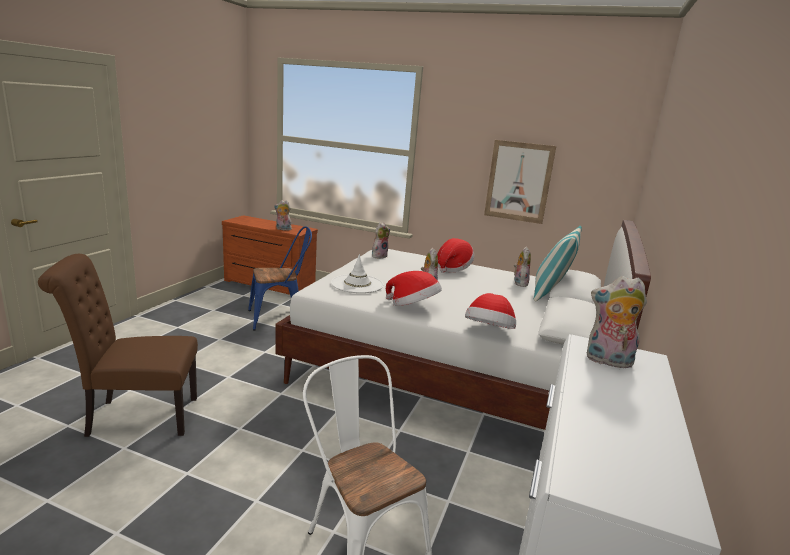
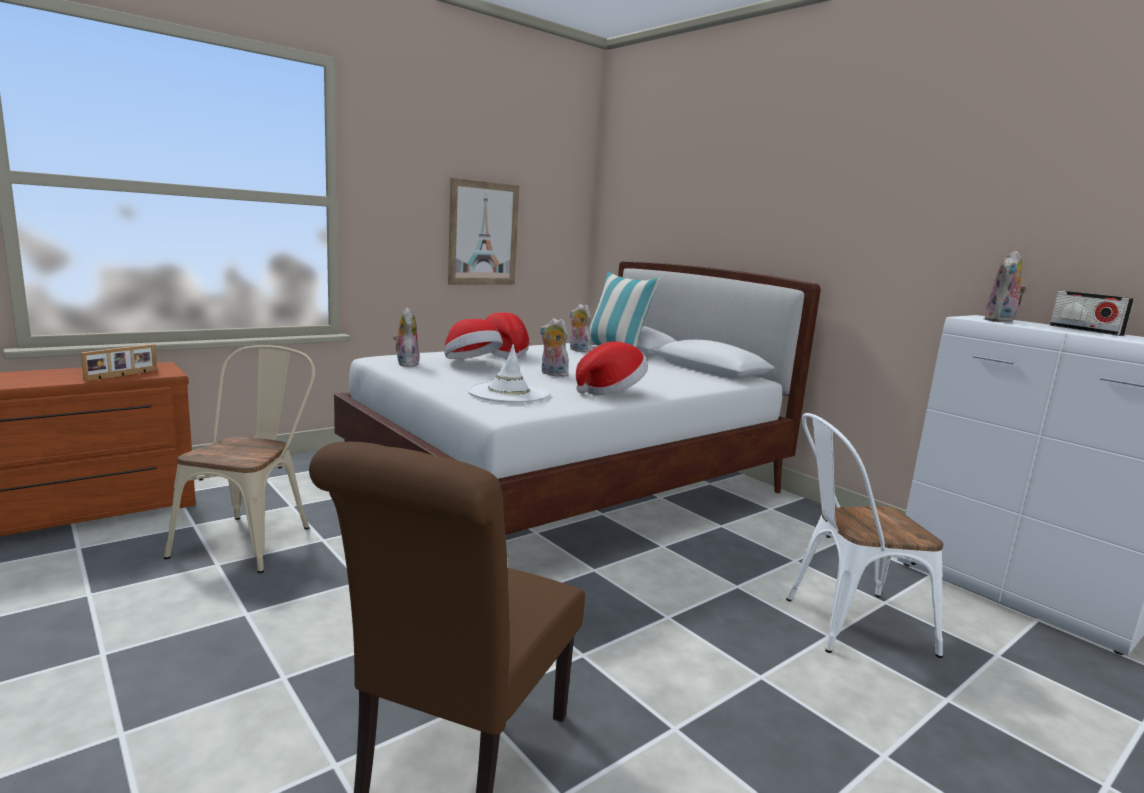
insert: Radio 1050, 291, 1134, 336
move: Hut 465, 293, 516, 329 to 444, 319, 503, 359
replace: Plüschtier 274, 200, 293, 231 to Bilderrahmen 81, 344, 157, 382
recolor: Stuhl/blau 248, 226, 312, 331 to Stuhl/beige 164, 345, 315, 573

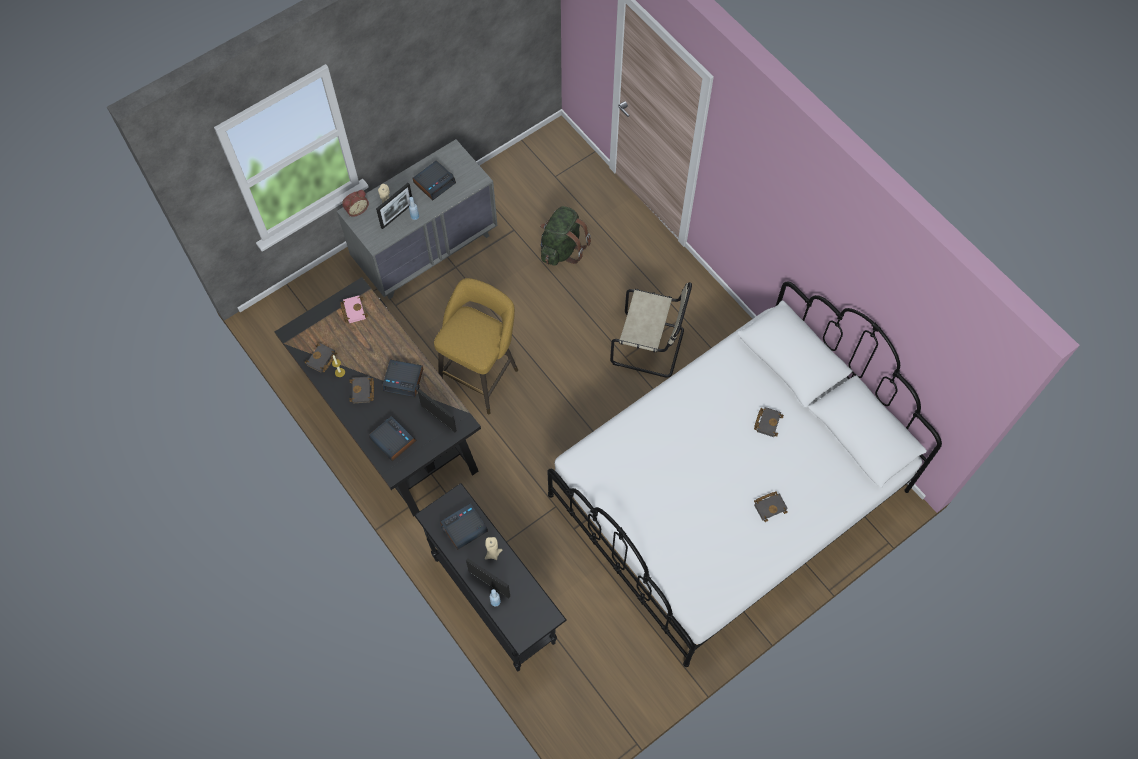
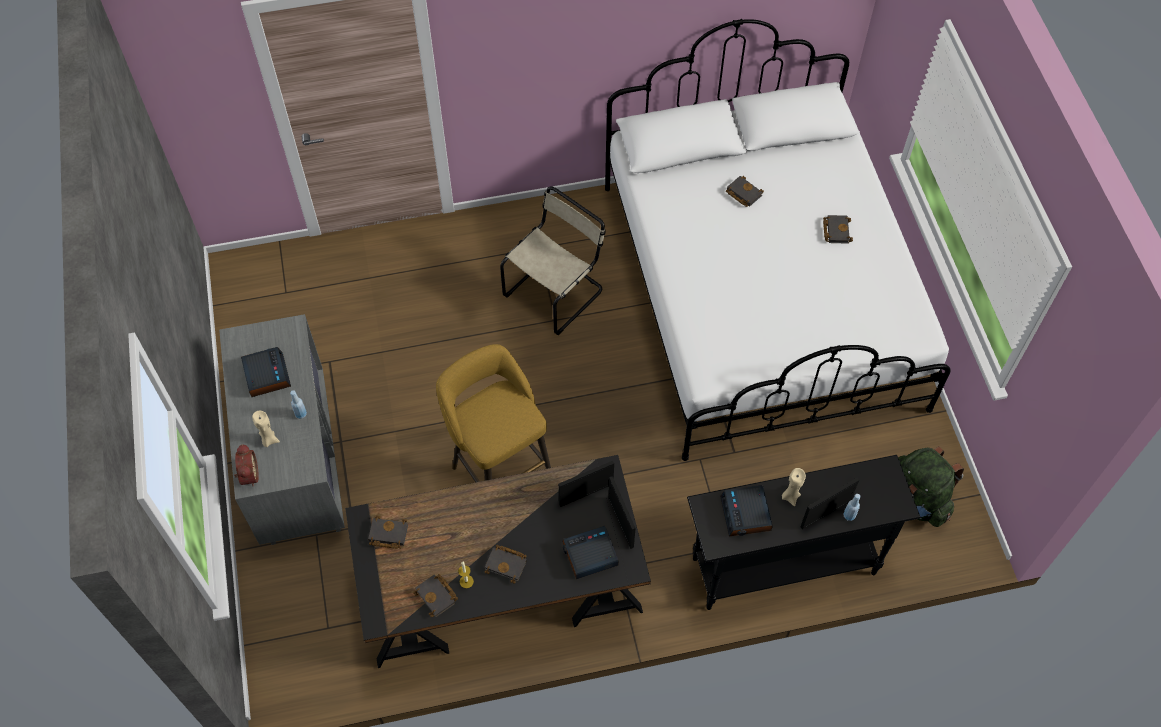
delete: Wecker 382, 360, 423, 397
move: Bilderrahmen 376, 183, 412, 229 to 608, 476, 636, 549; Rucksack/grün 540, 206, 591, 266 to 898, 446, 964, 527
recolor: Buch/rosa 340, 295, 368, 323 to Buch/schwarz 368, 516, 408, 549

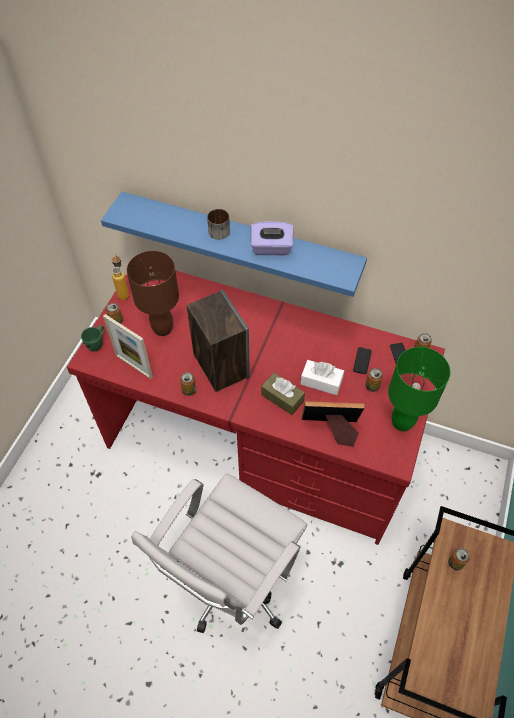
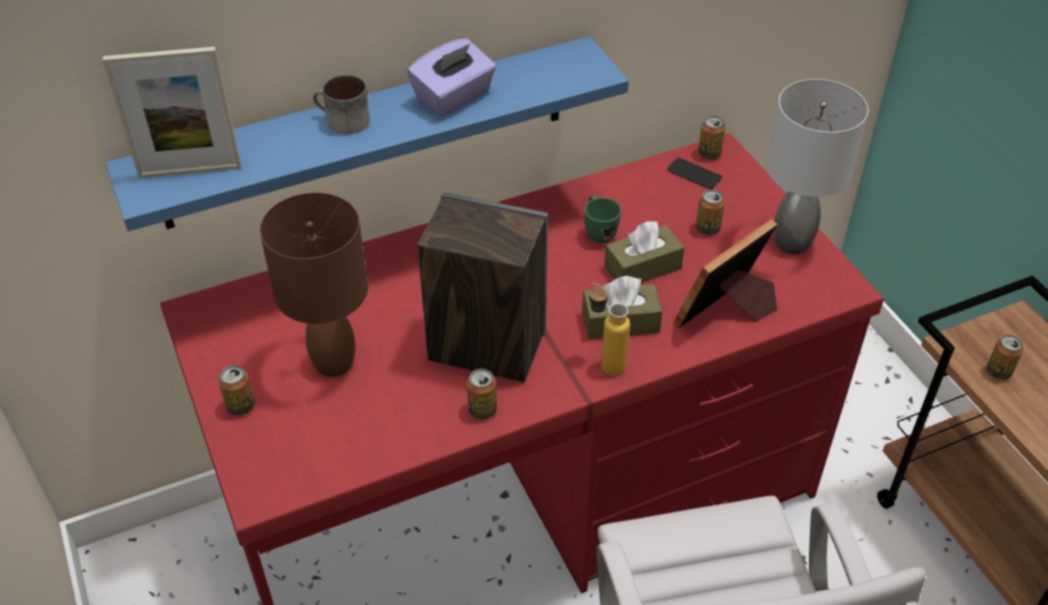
delete: Handy 353, 347, 372, 374
move: Henkelbecher/grün 81, 325, 105, 351 to 584, 195, 621, 243; Bilderrahmen 103, 314, 153, 379 to 103, 47, 241, 178; Flasche 112, 254, 129, 300 to 589, 284, 630, 376
recolor: Taschentuchbox/weiß 301, 360, 344, 395 to Taschentuchbox/braun 604, 221, 685, 283; Tischlampe/grün 388, 347, 450, 431 to Tischlampe/grau 766, 79, 868, 254

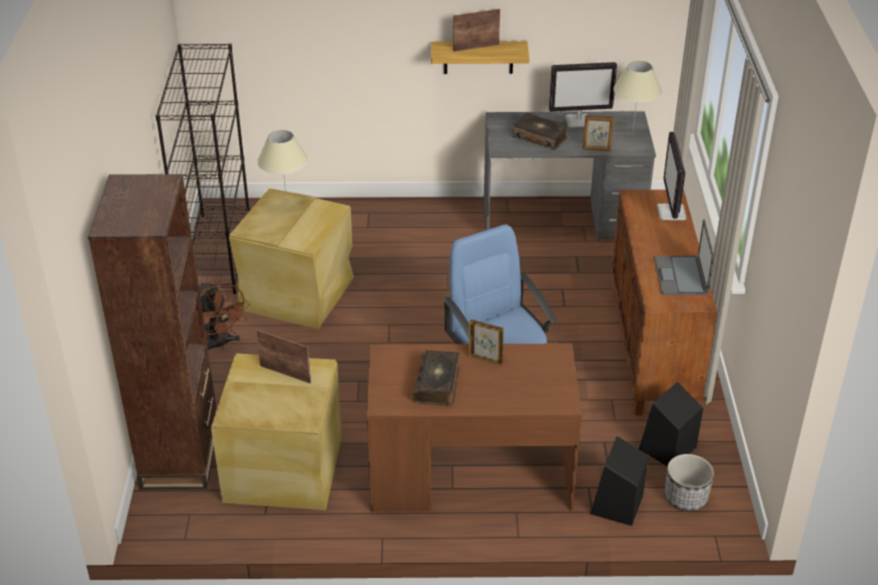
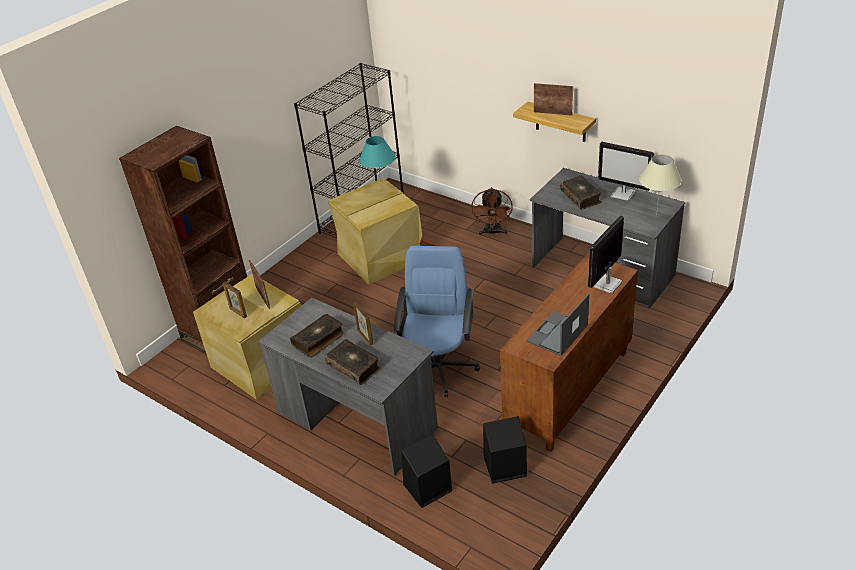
delete: Pflanzkübel 665, 454, 714, 511
insert: Buch 325, 339, 381, 385
move: Ventilator/braun 199, 282, 250, 350 to 471, 187, 513, 235; Bilderrahmen 583, 115, 614, 151 to 223, 282, 247, 318
recolor: Tischlampe/beige 257, 130, 308, 203 to Tischlampe/türkis 359, 136, 396, 191; Schreibtisch/braun 367, 343, 582, 512 to Schreibtisch/grau 258, 297, 438, 476

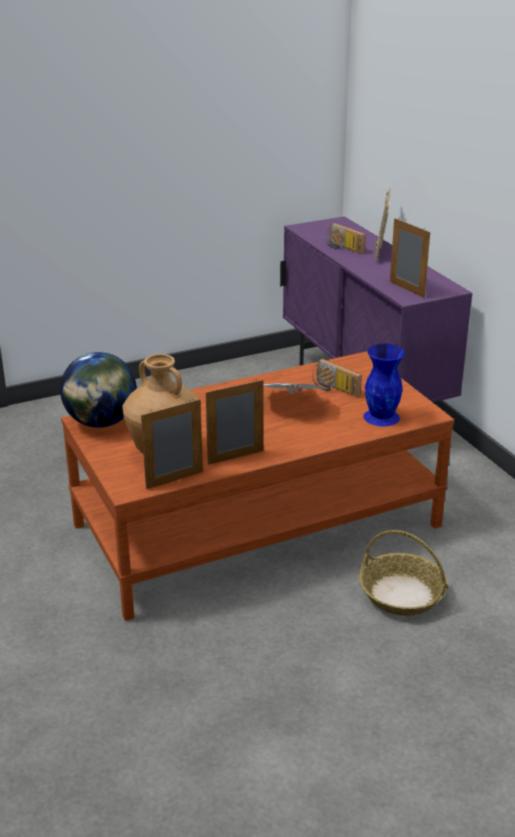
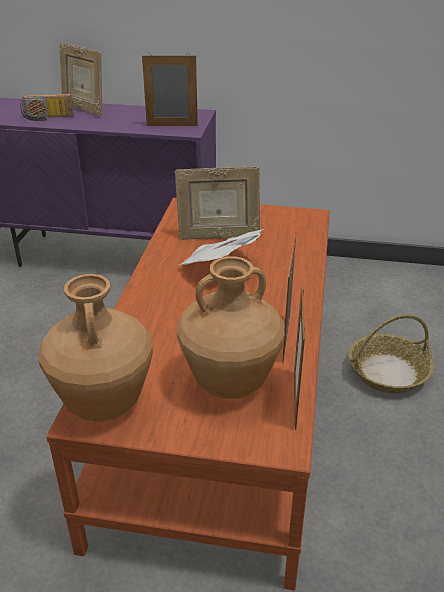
delete: Vase/blau 363, 344, 405, 426
replace: Globus 60, 352, 137, 428 to Vase/braun 39, 274, 153, 422; Radio 312, 359, 362, 397 to Bilderrahmen 175, 166, 260, 240

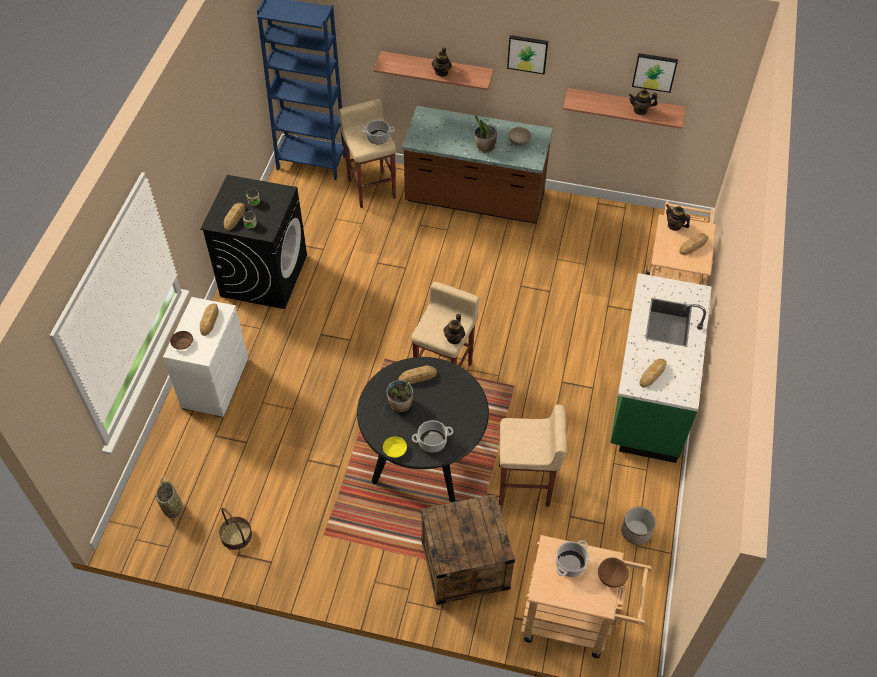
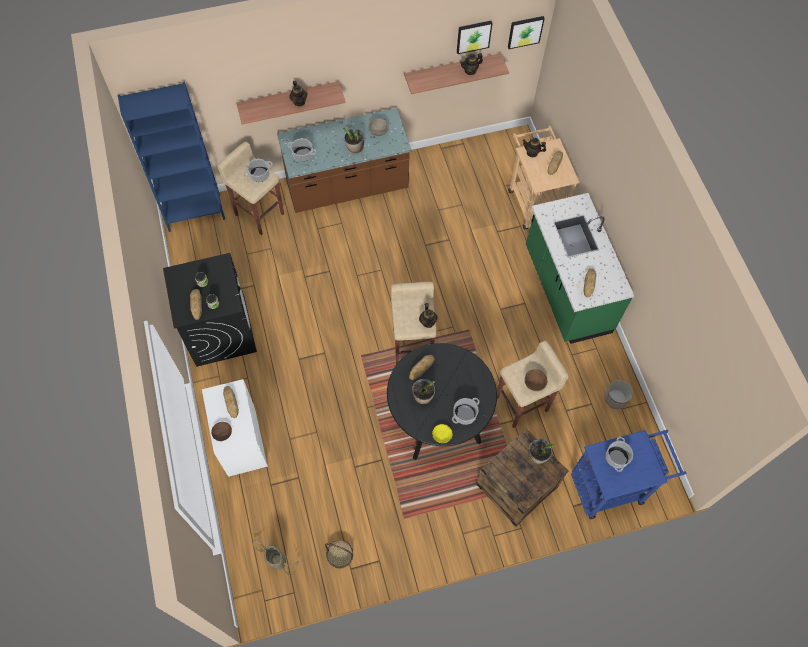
insert: Kochtopf 287, 138, 316, 162; Topfpflanze 529, 439, 555, 464
move: Bild 507, 35, 548, 74 to 508, 16, 545, 49; Schüssel/braun 598, 557, 629, 587 to 525, 369, 548, 391
recolor: Rollwagen/beige 521, 535, 652, 658 to Rollwagen/blau 571, 430, 686, 519

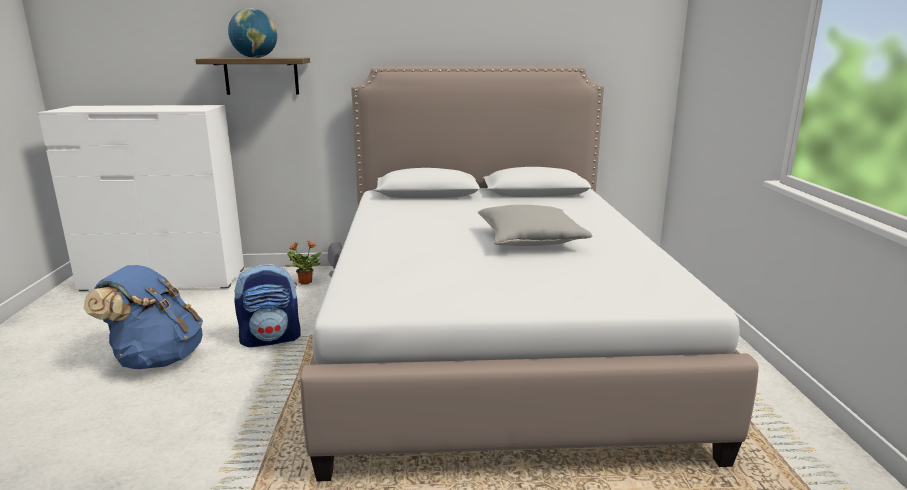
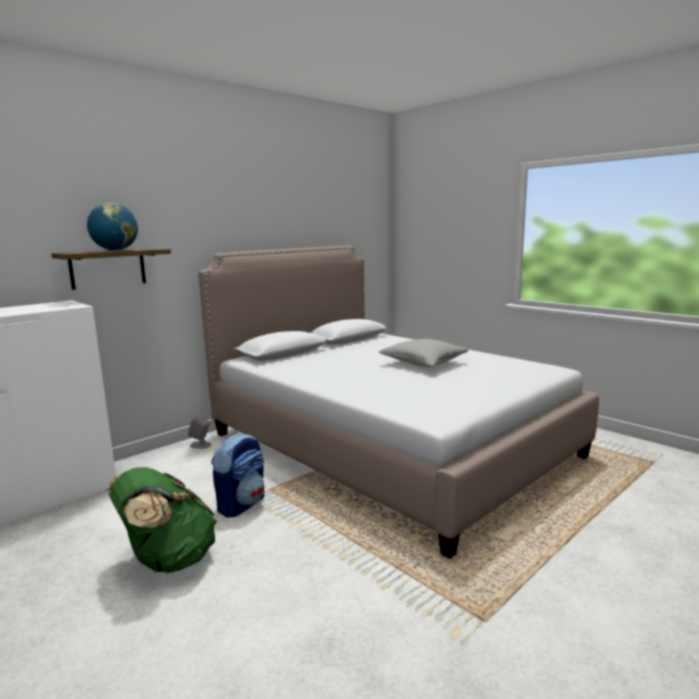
delete: Topfpflanze 285, 240, 321, 285
recolor: Rucksack/blau 83, 265, 203, 369 to Rucksack/grün 109, 467, 217, 573

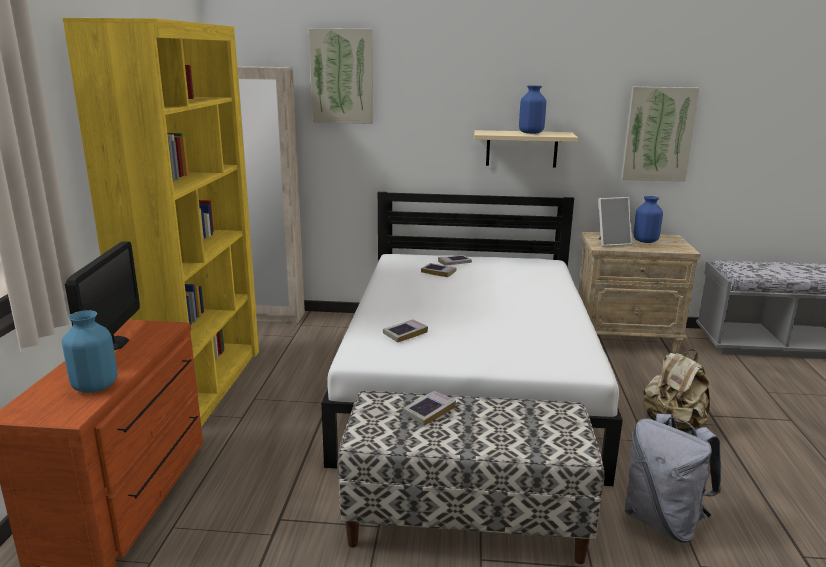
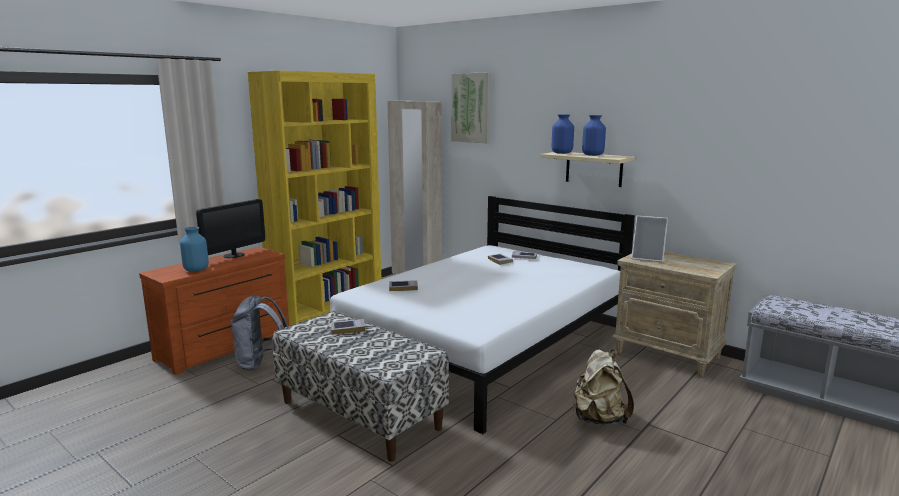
delete: Bild 621, 87, 700, 182
move: Rucksack/grau 624, 413, 721, 543 to 230, 296, 288, 371; Vase/blau 633, 196, 663, 243 to 552, 114, 574, 154

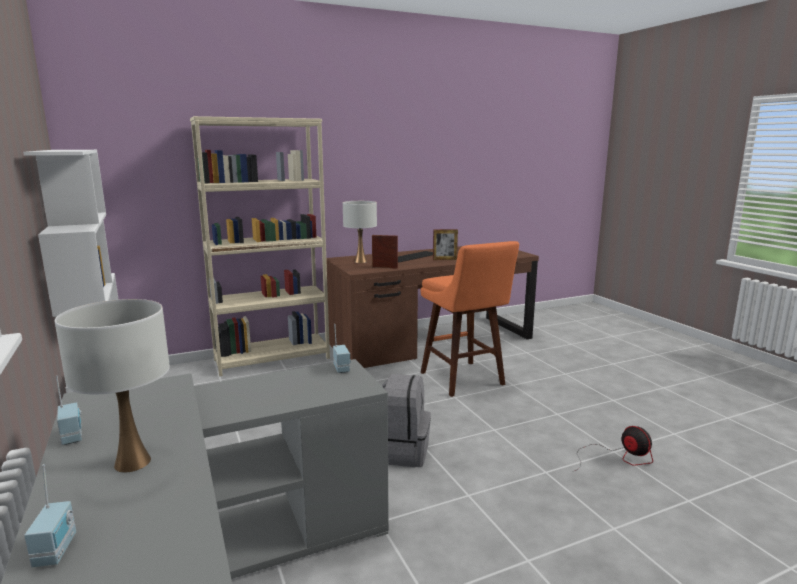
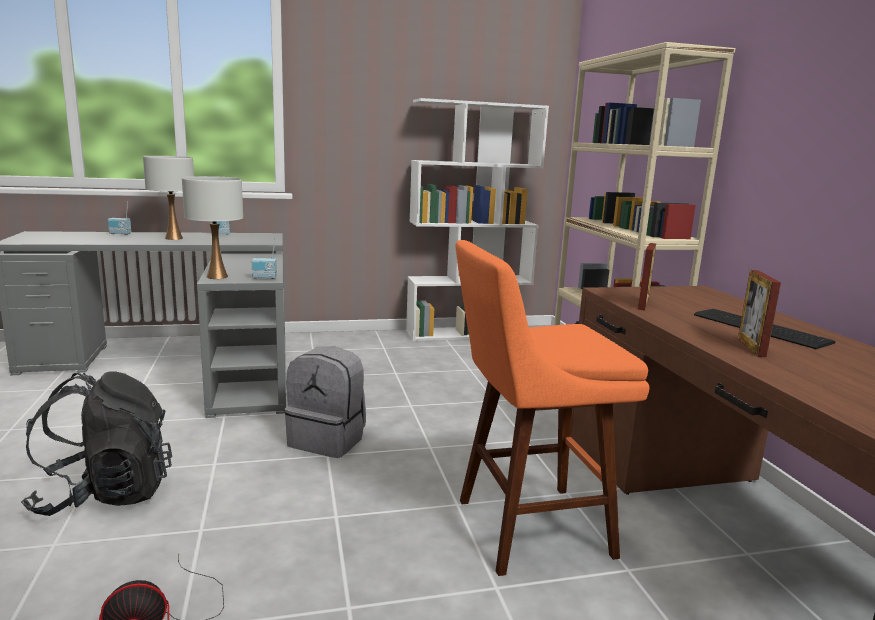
insert: Rucksack/schwarz 21, 371, 172, 516
move: Tischlampe/weiß 343, 201, 377, 263 to 182, 176, 243, 279

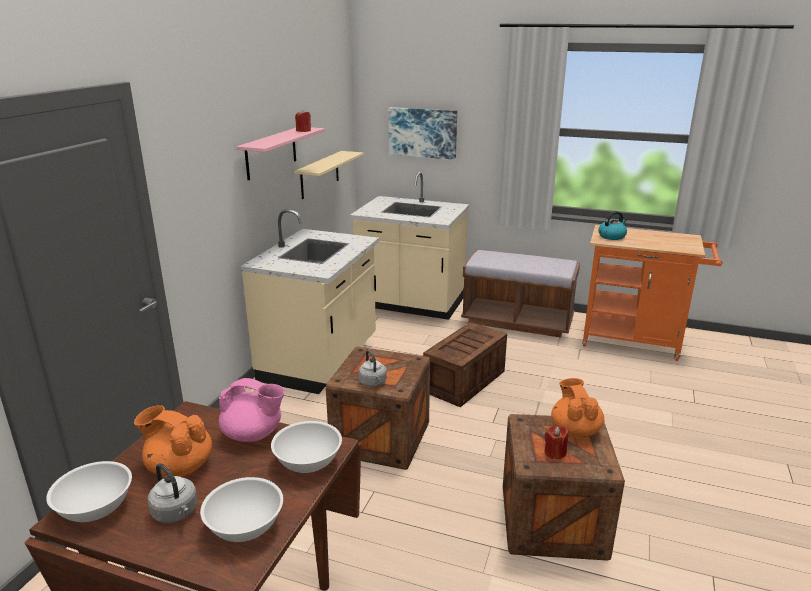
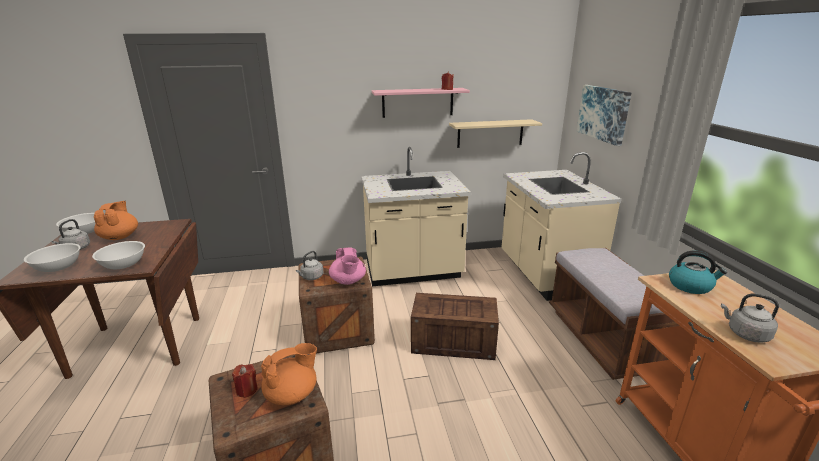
insert: Wasserkessel/grau 721, 293, 779, 343
move: Teekanne/rosa 219, 378, 285, 442 to 329, 247, 366, 285

